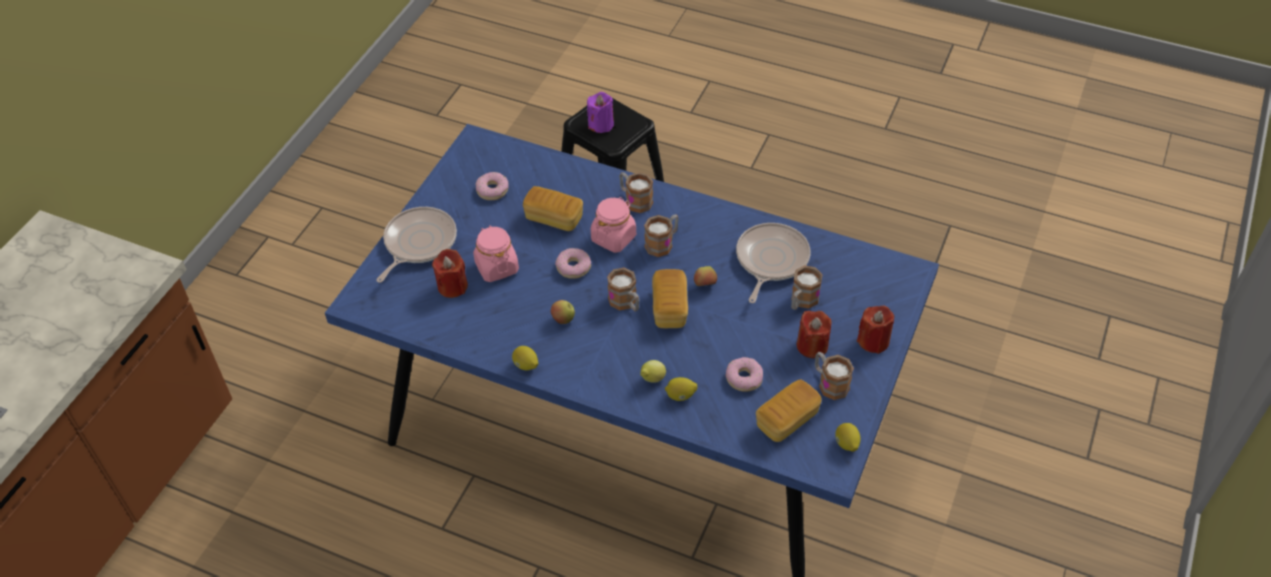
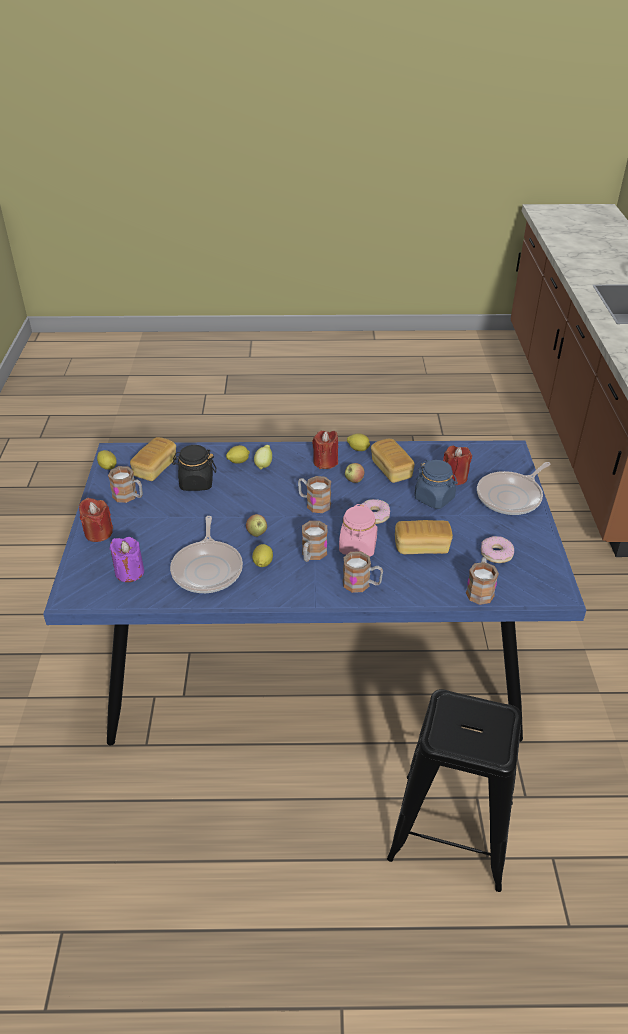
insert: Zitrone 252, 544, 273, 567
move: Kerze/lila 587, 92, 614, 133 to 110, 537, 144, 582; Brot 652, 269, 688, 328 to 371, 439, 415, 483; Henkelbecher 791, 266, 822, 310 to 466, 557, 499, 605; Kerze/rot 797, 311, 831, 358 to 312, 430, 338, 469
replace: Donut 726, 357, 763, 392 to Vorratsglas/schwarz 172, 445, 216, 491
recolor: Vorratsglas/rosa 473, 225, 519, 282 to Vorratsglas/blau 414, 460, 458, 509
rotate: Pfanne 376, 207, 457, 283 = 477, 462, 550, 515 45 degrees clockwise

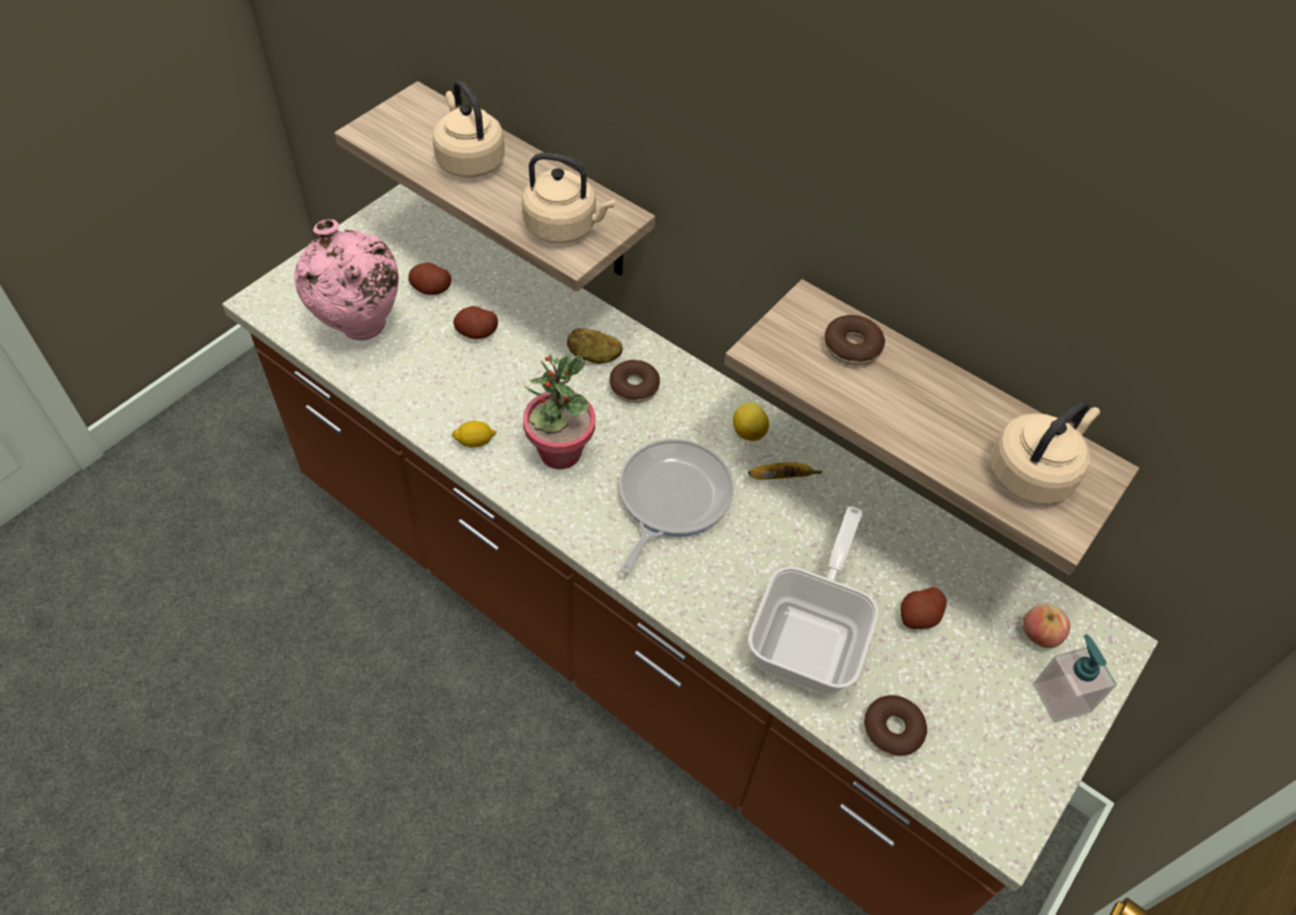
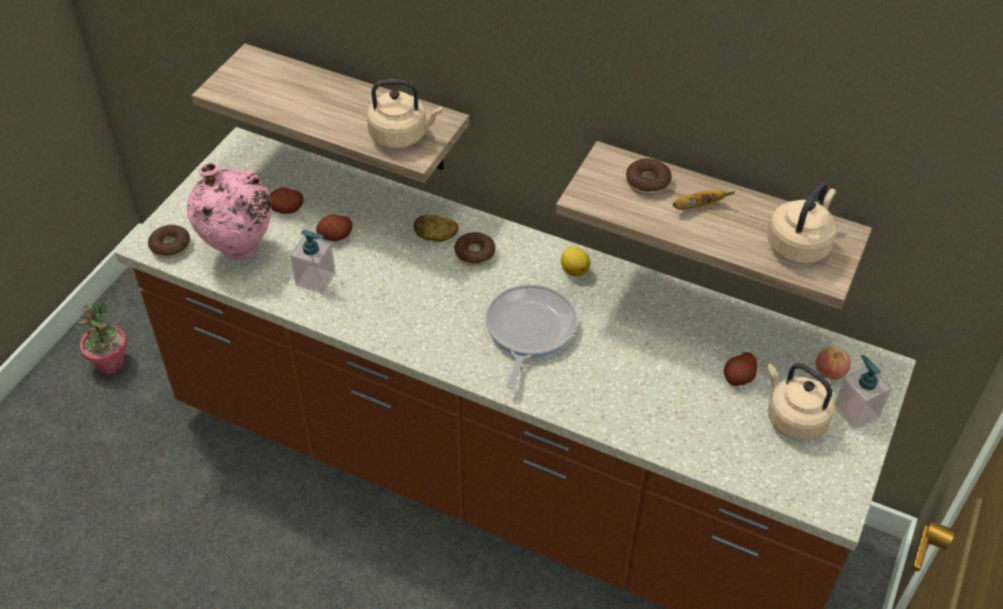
delete: Zitrone 452, 421, 496, 447; Pfanne 748, 507, 878, 695
insert: Seifenspender 290, 229, 336, 294
move: Wasserkessel/beige 432, 80, 505, 177 to 766, 363, 835, 441; Topfpflanze 523, 354, 595, 469 to 76, 301, 127, 374; Banane 748, 462, 823, 480 to 673, 190, 735, 210; Donut 864, 695, 927, 757 to 148, 225, 190, 258

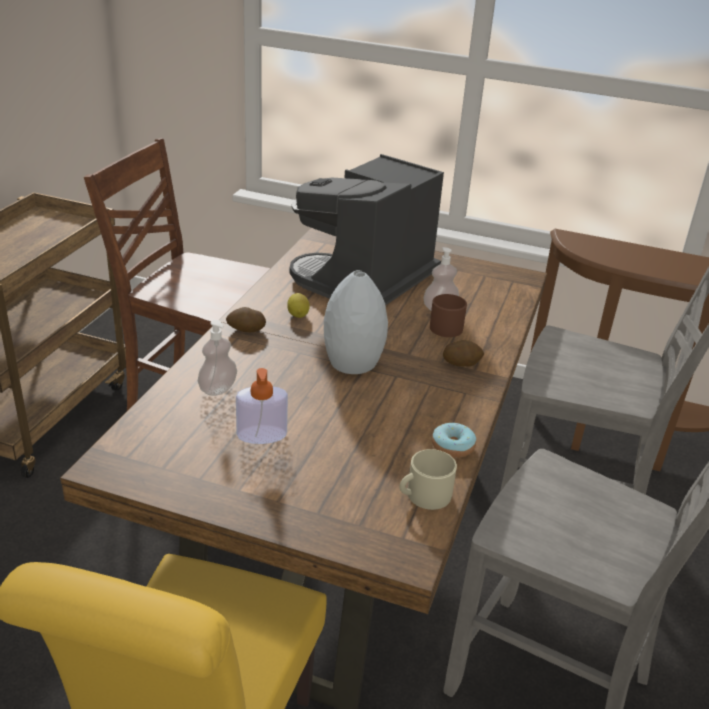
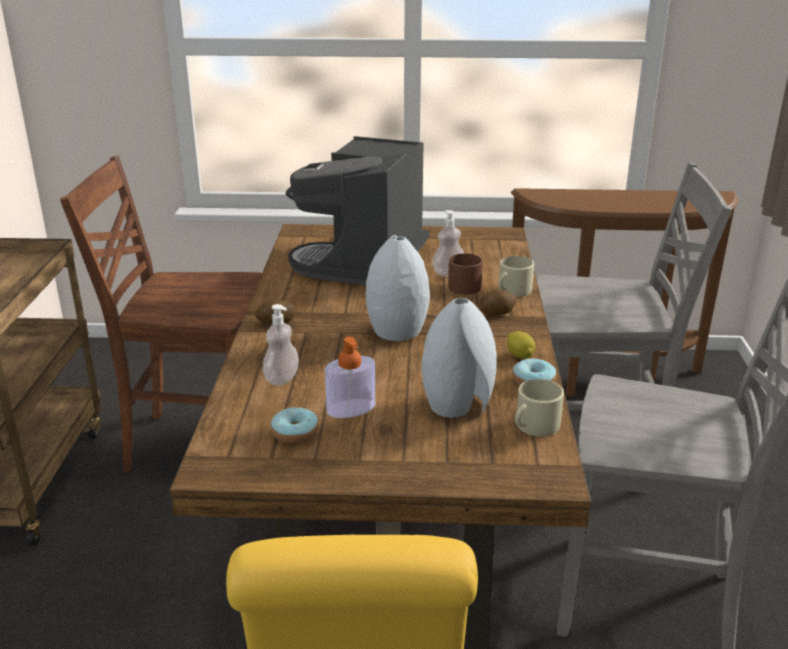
insert: Donut 271, 407, 319, 444; Vase/grau 421, 298, 497, 418; Henkelbecher/beige 498, 256, 534, 297
move: Zitrone 287, 293, 310, 318 to 507, 331, 535, 359

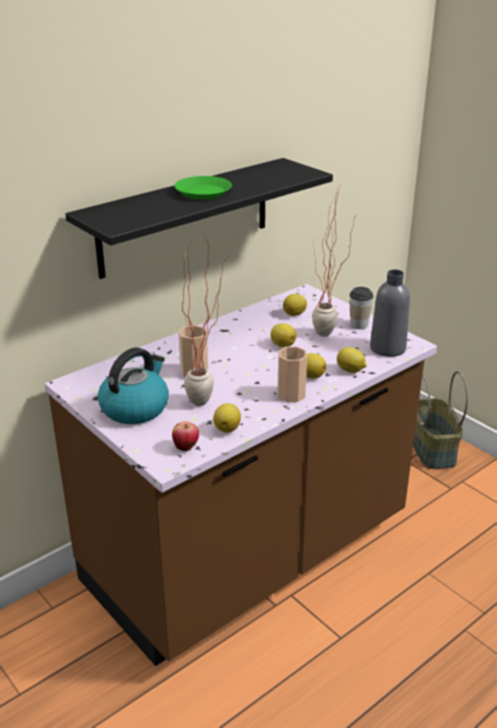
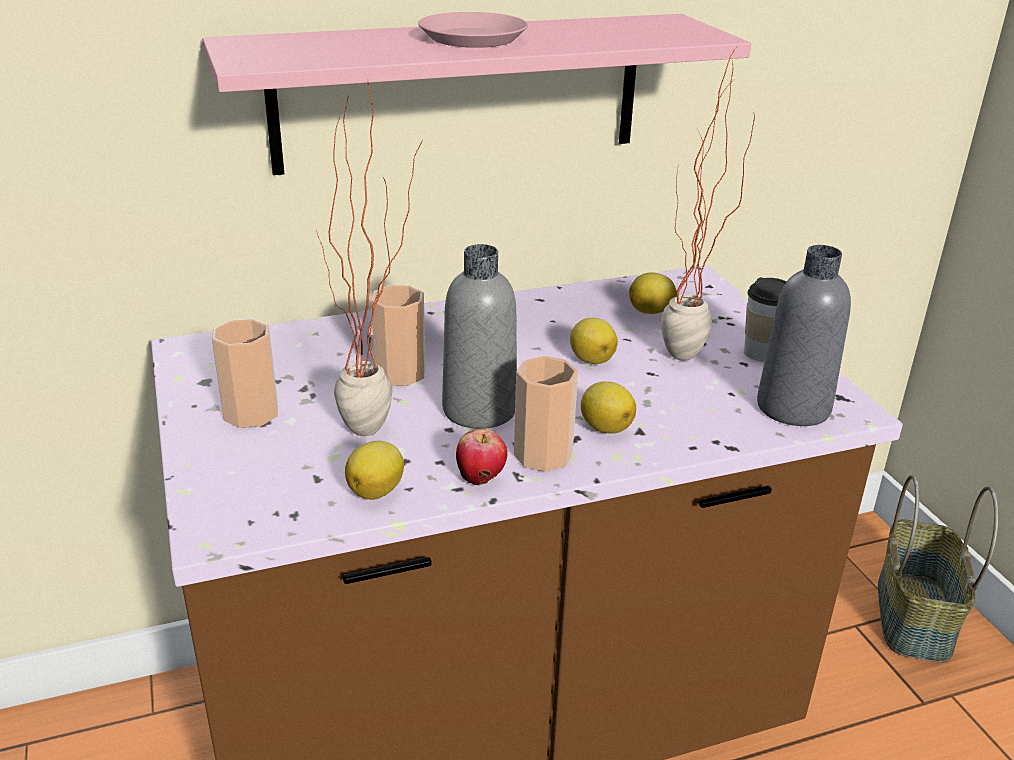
delete: Zitrone 337, 347, 367, 373
insert: Flasche/grau 442, 244, 517, 429
move: Apfel 172, 421, 199, 451 to 456, 429, 507, 485
replace: Wasserkessel 98, 348, 169, 424 to Tasse 212, 319, 278, 428
recolor: Wandregal/schwarz 65, 158, 333, 279 to Wandregal/rosa 202, 14, 752, 175; Teller/grün 175, 176, 232, 199 to Teller/rosa 418, 12, 528, 48

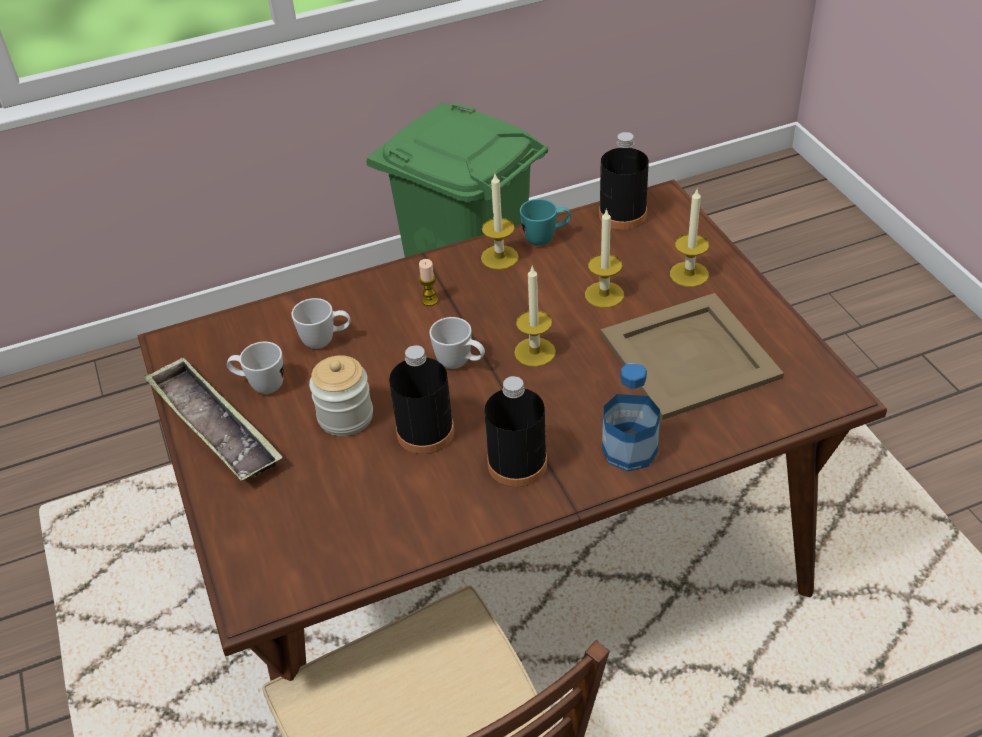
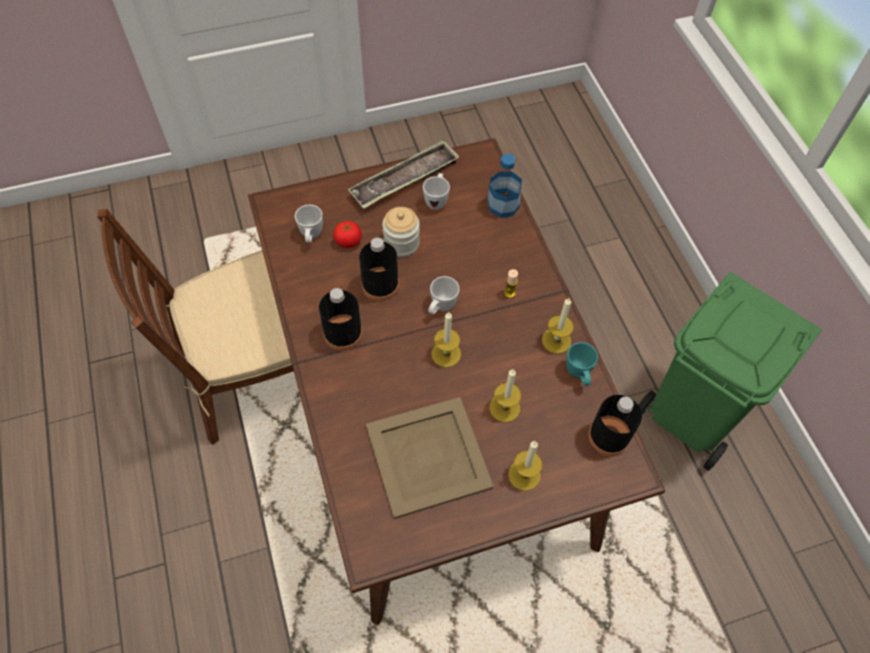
insert: Tomate 333, 221, 362, 248
move: Henkelbecher/weiß 292, 298, 351, 349 to 295, 205, 323, 243; Flasche 602, 363, 660, 472 to 487, 154, 522, 218

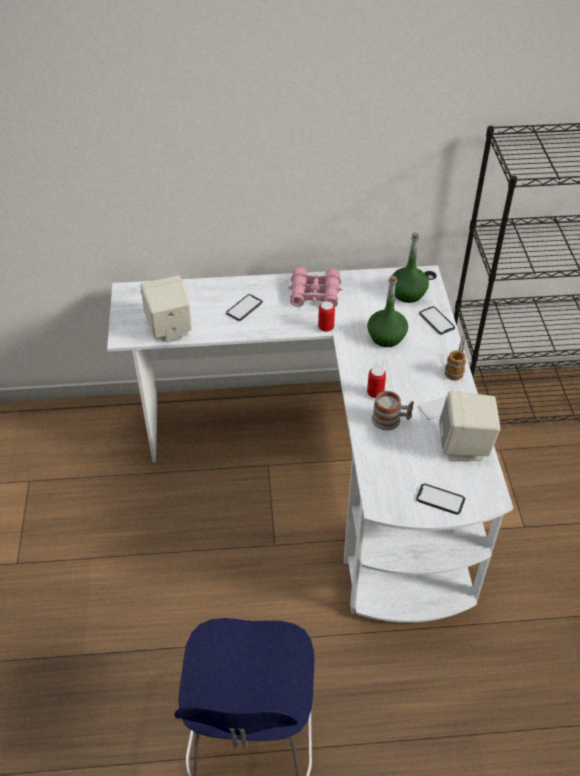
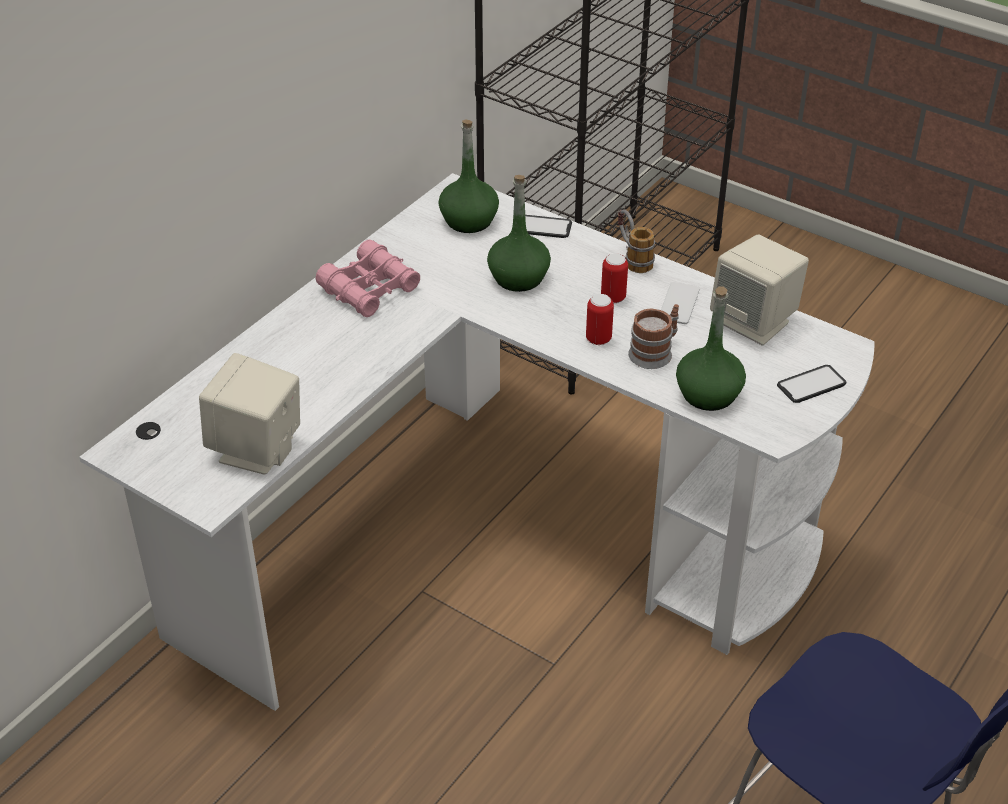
delete: Handy 226, 294, 262, 321
insert: Flasche/grün 676, 287, 746, 411
move: Dose 318, 301, 335, 332 to 601, 253, 628, 303

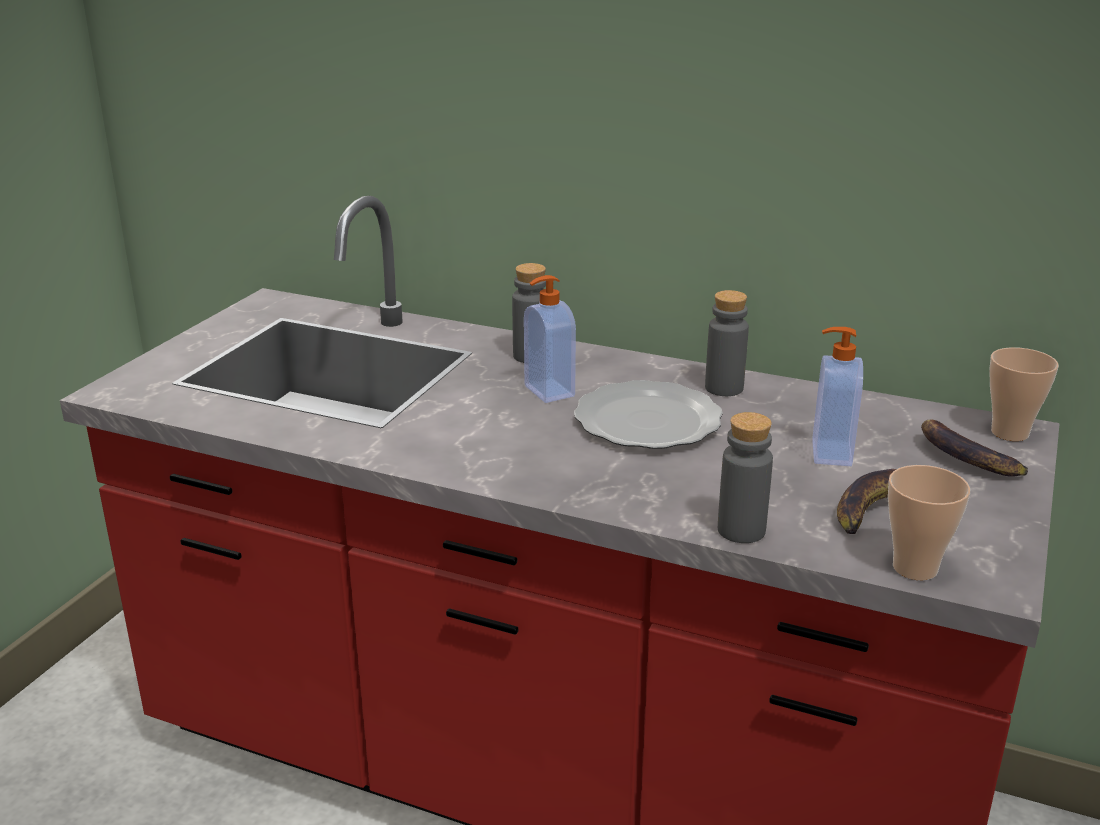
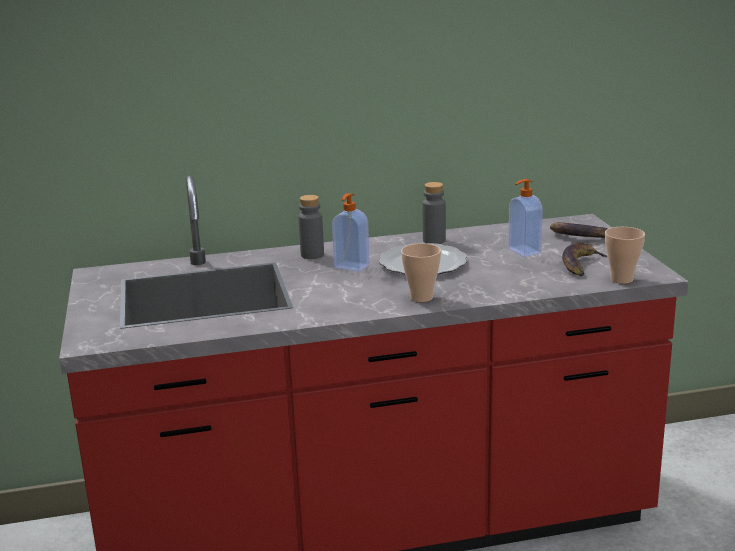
delete: Flasche/grau 718, 412, 773, 543
move: Tasse 989, 347, 1059, 441 to 401, 243, 441, 302

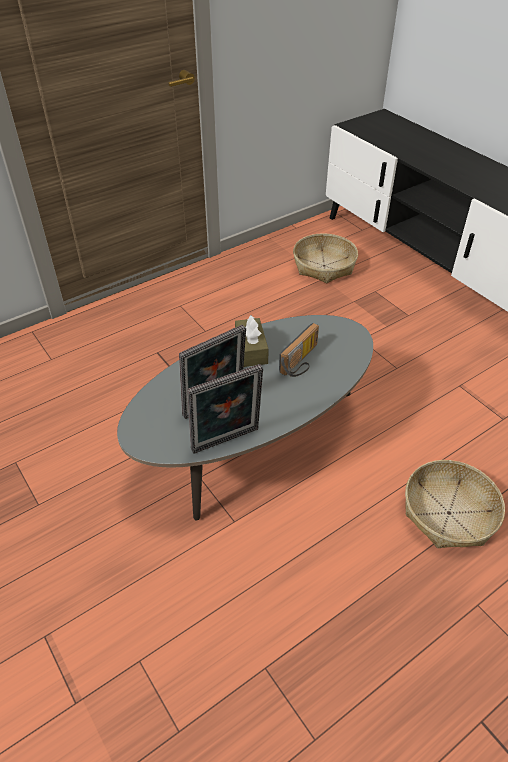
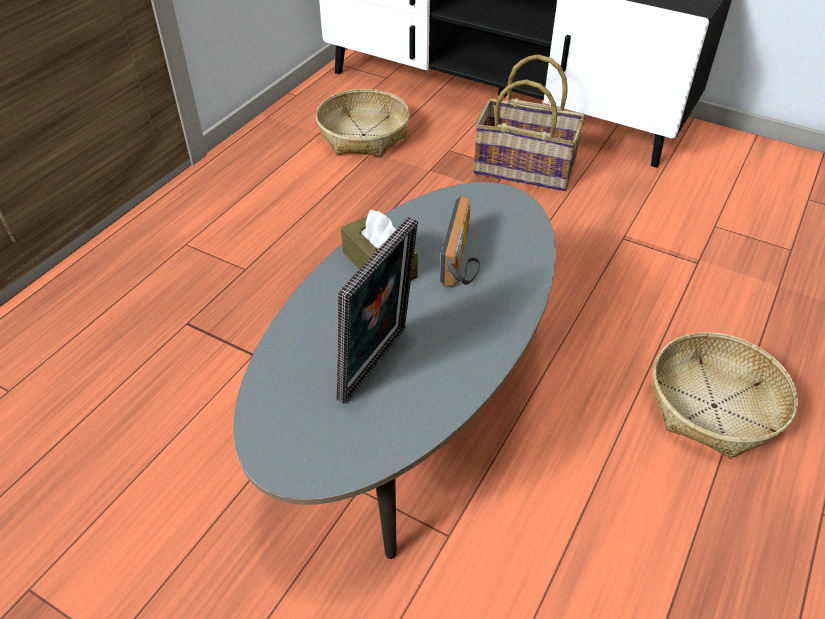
delete: Bilderrahmen 187, 364, 263, 454
insert: Korb 473, 54, 585, 191

